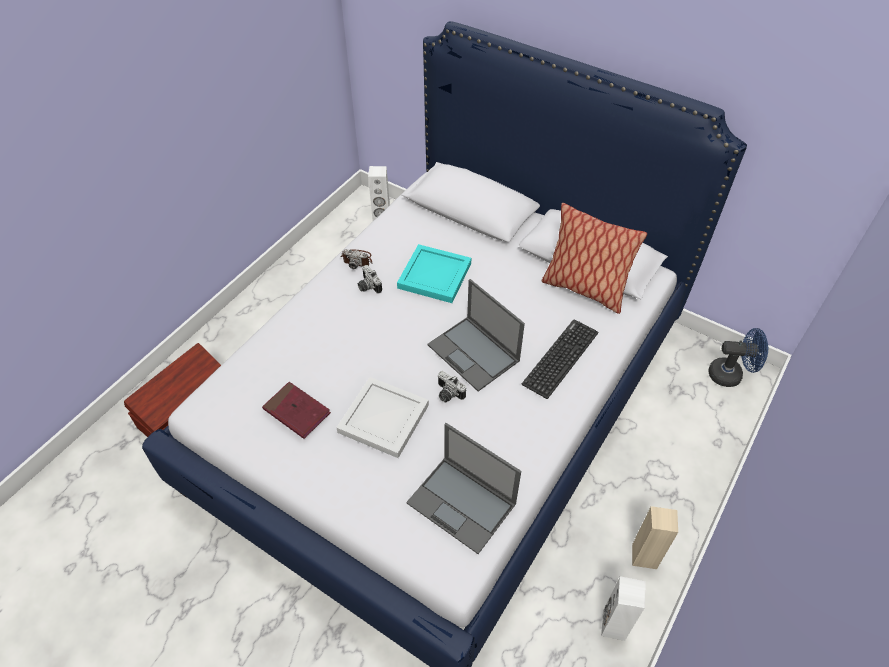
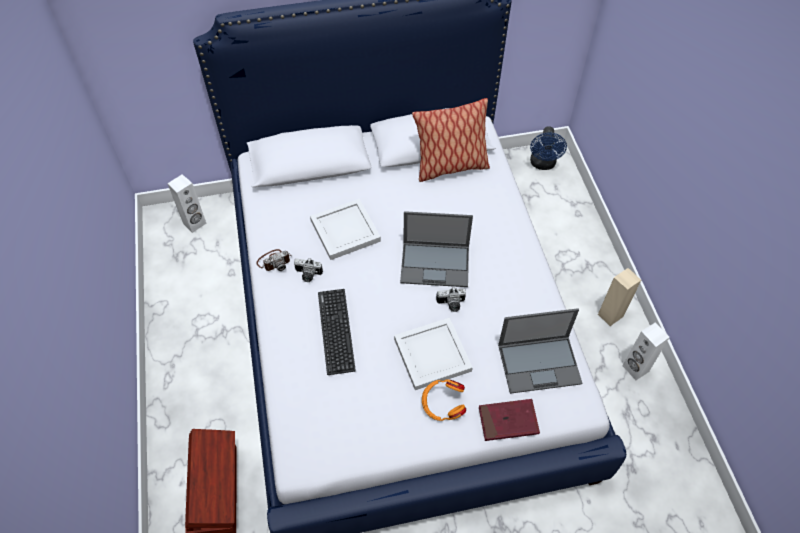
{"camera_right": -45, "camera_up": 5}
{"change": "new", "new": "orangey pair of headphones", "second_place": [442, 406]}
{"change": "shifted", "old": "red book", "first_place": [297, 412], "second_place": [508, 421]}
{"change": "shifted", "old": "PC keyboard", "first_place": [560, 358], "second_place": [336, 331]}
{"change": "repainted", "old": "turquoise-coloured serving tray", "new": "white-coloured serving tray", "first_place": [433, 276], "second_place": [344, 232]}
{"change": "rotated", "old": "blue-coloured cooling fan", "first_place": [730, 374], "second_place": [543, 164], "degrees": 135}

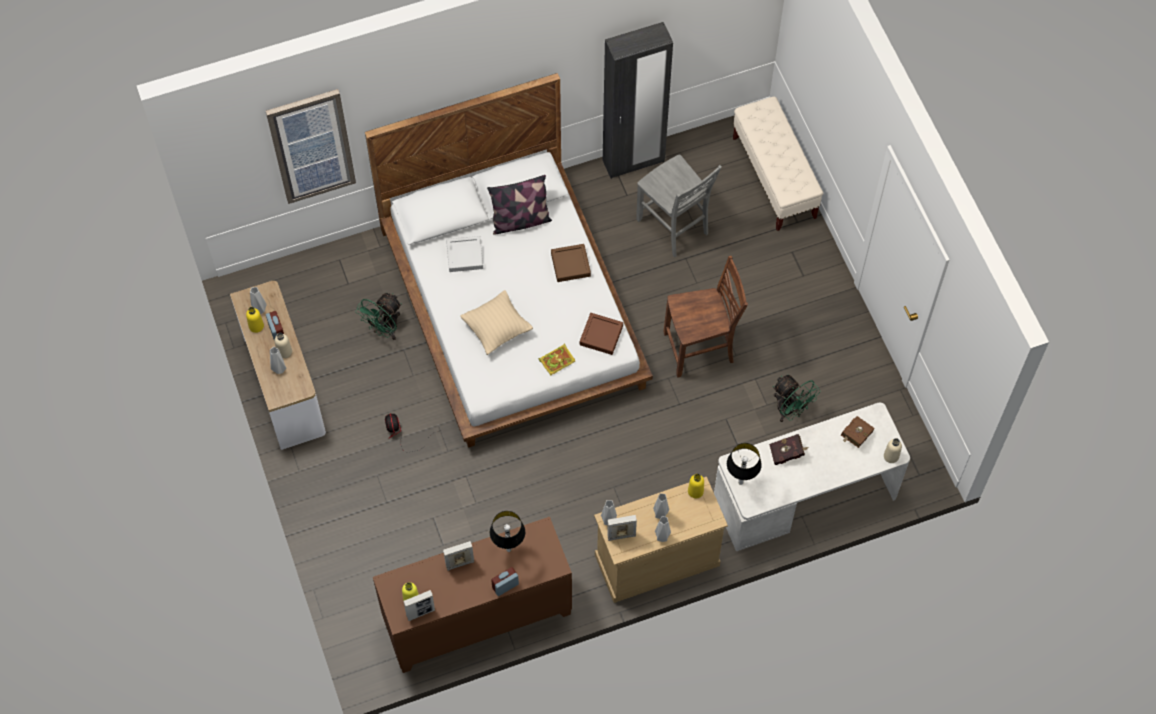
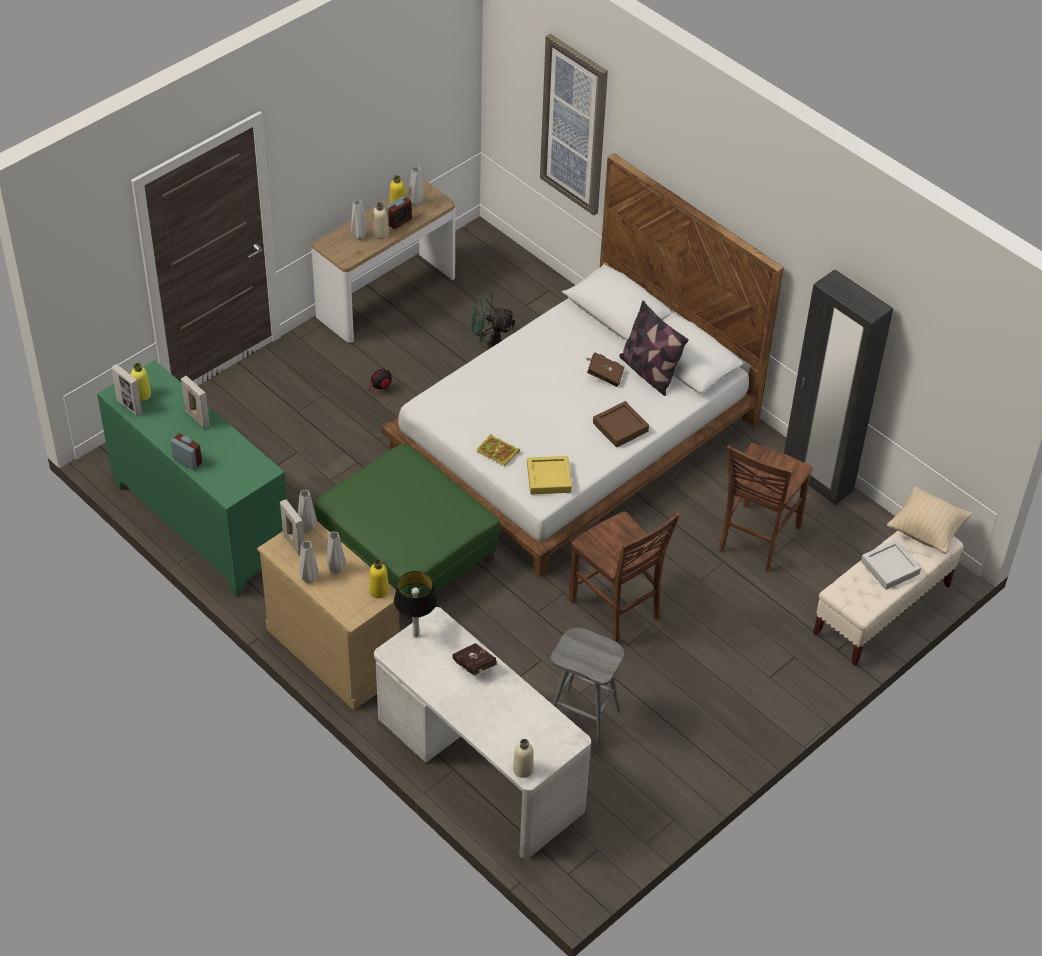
{"camera_right": 65, "camera_up": -15}
{"change": "gone", "old": "tabletop lamp", "first_place": [509, 549]}
{"change": "new", "new": "green-coloured pouffe", "second_place": [408, 552]}
{"change": "shifted", "old": "gray serving tray", "first_place": [464, 256], "second_place": [890, 567]}
{"change": "shifted", "old": "beige-coloured throw pillow", "first_place": [497, 329], "second_place": [926, 531]}
{"change": "shifted", "old": "brownish book", "first_place": [855, 436], "second_place": [603, 376]}
{"change": "swapped", "old": "green-coloured cooling fan", "new": "gray stool", "first_place": [790, 410], "second_place": [584, 717]}
{"change": "repainted", "old": "brownish cupboard", "new": "green-coloured cupboard", "first_place": [477, 617], "second_place": [200, 522]}
{"change": "repainted", "old": "brownish serving tray", "new": "yellow serving tray", "first_place": [601, 335], "second_place": [549, 478]}
{"change": "repainted", "old": "gray plain chair", "new": "brownish plain chair", "first_place": [674, 227], "second_place": [756, 539]}

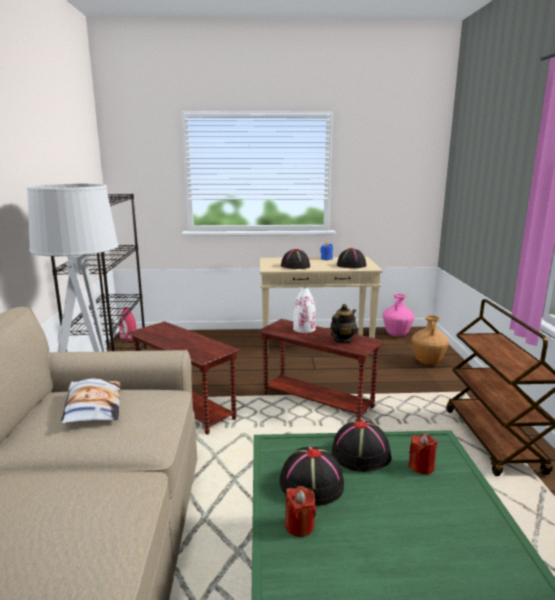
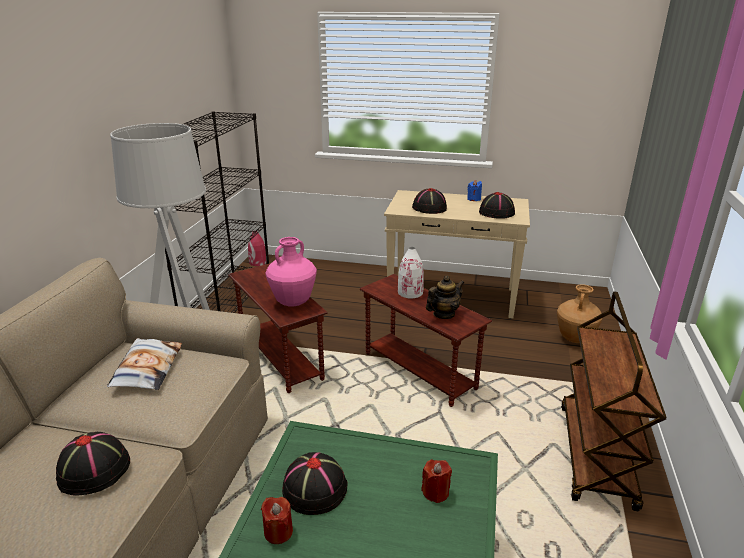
{"camera_right": 15, "camera_up": 10}
{"change": "shifted", "old": "black-coloured hat", "first_place": [361, 454], "second_place": [95, 470]}
{"change": "shifted", "old": "pinkish decorative vase", "first_place": [396, 335], "second_place": [293, 302]}

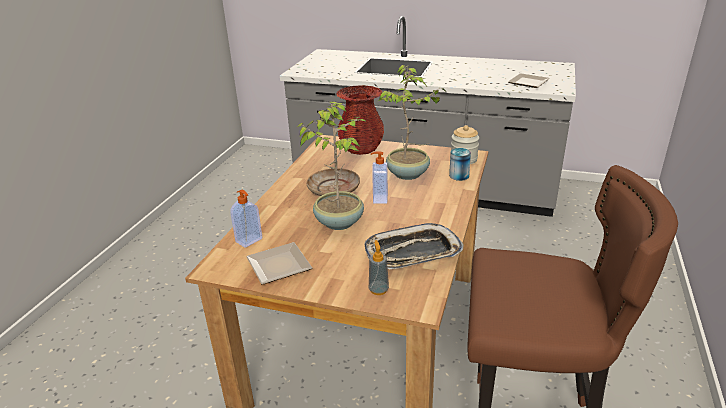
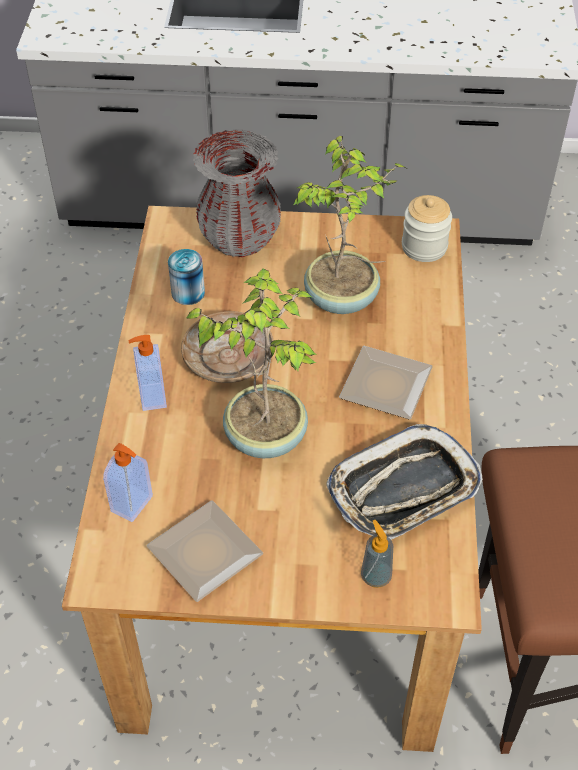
{"camera_right": -15, "camera_up": 20}
{"change": "shifted", "old": "soap bottle", "first_place": [379, 198], "second_place": [151, 397]}
{"change": "shifted", "old": "can", "first_place": [459, 176], "second_place": [188, 293]}
{"change": "shifted", "old": "plate", "first_place": [527, 82], "second_place": [384, 383]}
{"change": "repainted", "old": "red decorative vase", "new": "gray decorative vase", "first_place": [361, 149], "second_place": [240, 240]}

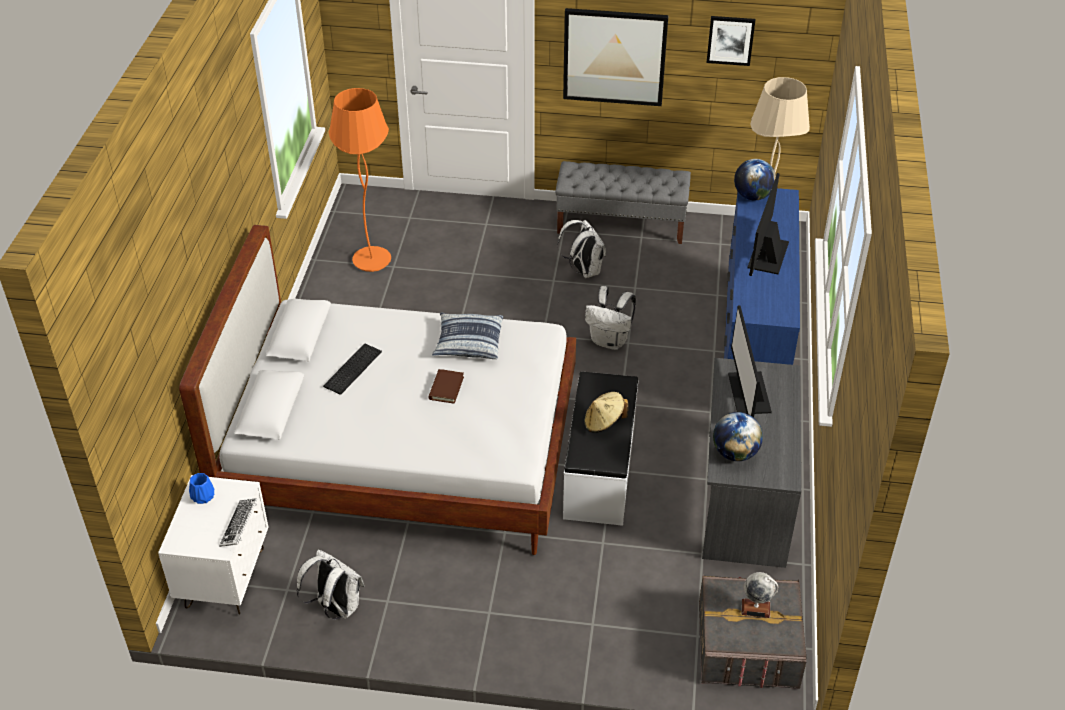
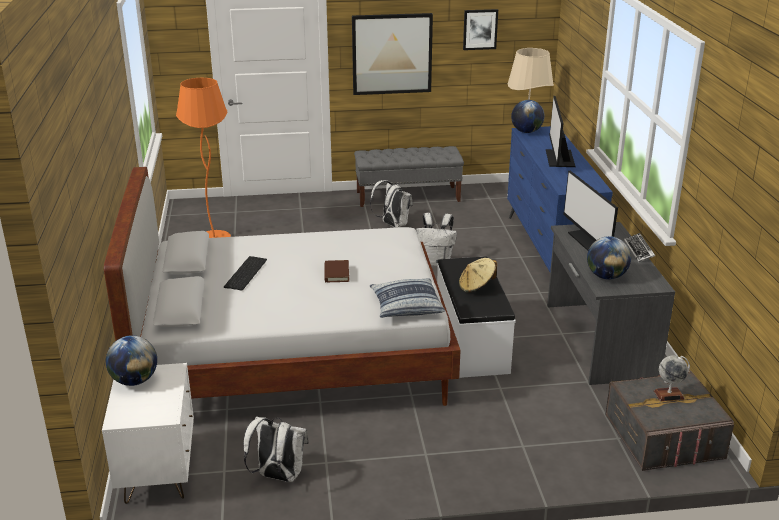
{"camera_right": -15, "camera_up": -15}
{"change": "shifted", "old": "PC keyboard", "first_place": [239, 525], "second_place": [639, 250]}
{"change": "shifted", "old": "throw pillow", "first_place": [468, 342], "second_place": [406, 306]}
{"change": "swapped", "old": "blue-coloured decorative vase", "new": "world globe", "first_place": [203, 496], "second_place": [134, 381]}

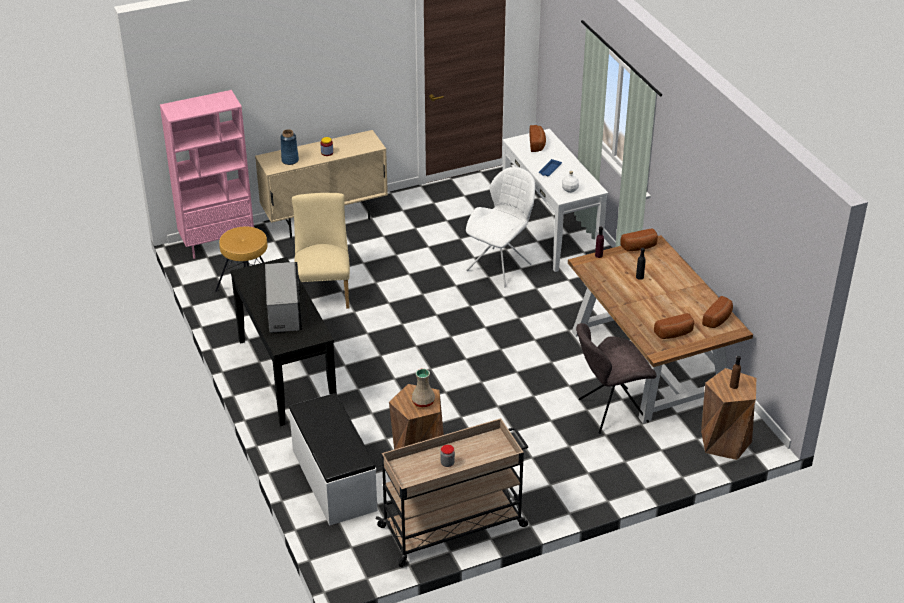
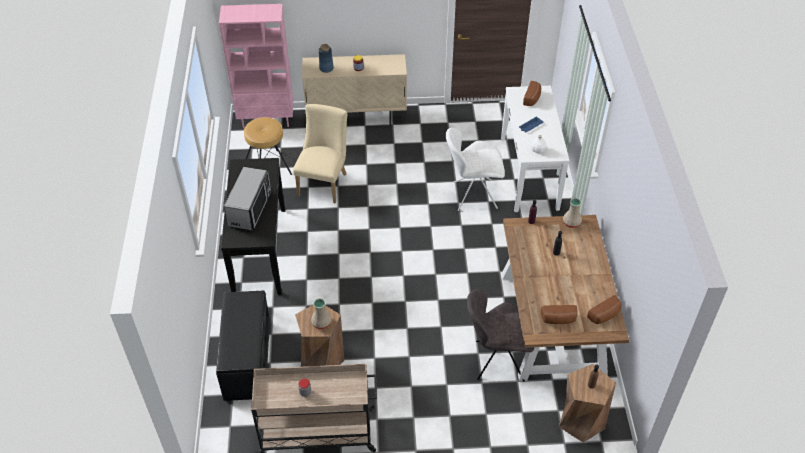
{"camera_right": 20, "camera_up": 10}
{"change": "swapped", "old": "bread", "new": "beige-coloured decorative vase", "first_place": [640, 247], "second_place": [571, 222]}
{"change": "repainted", "old": "white-coloured indoor bench", "new": "black-coloured indoor bench", "first_place": [333, 480], "second_place": [246, 359]}
{"change": "rotated", "old": "white-coloured plain chair", "first_place": [500, 266], "second_place": [472, 195], "degrees": -150}

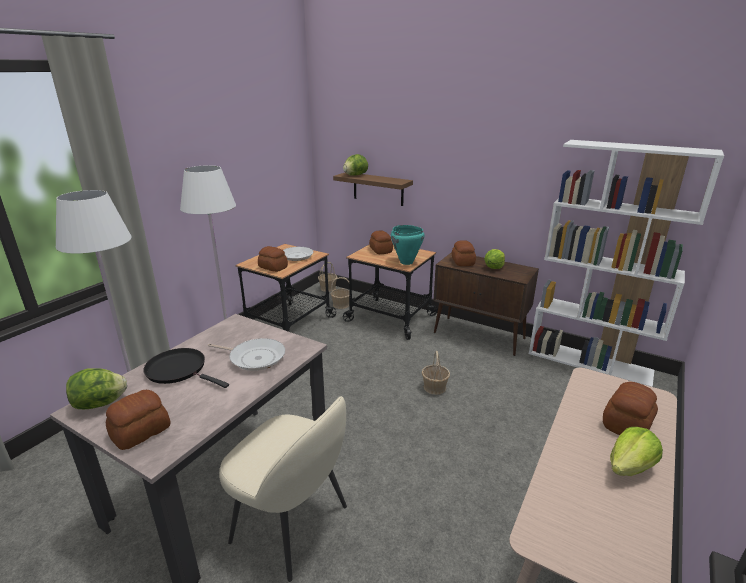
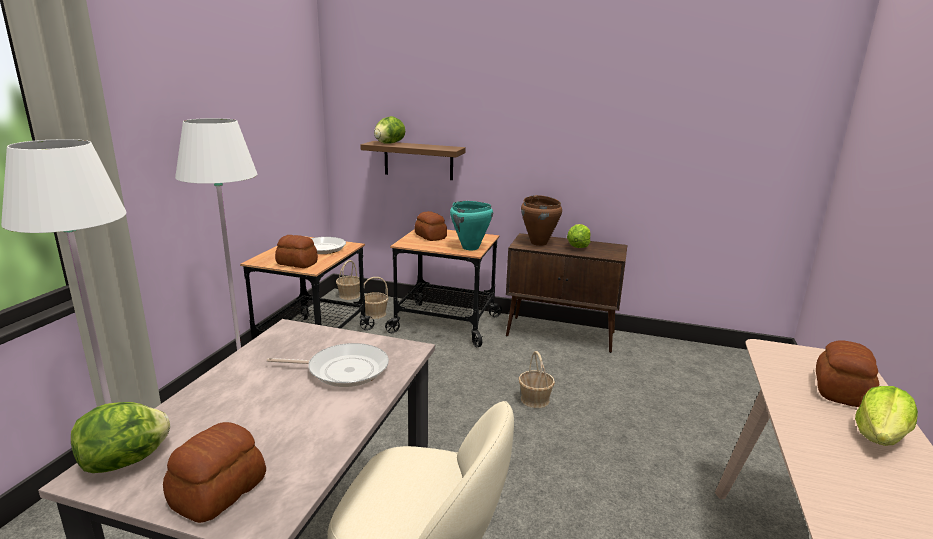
{"camera_right": -15, "camera_up": -5}
{"change": "gone", "old": "black-coloured pan", "first_place": [179, 370]}
{"change": "gone", "old": "white-coloured shelving unit", "first_place": [590, 362]}
{"change": "swapped", "old": "bread", "new": "brownish stockpot", "first_place": [463, 261], "second_place": [539, 243]}

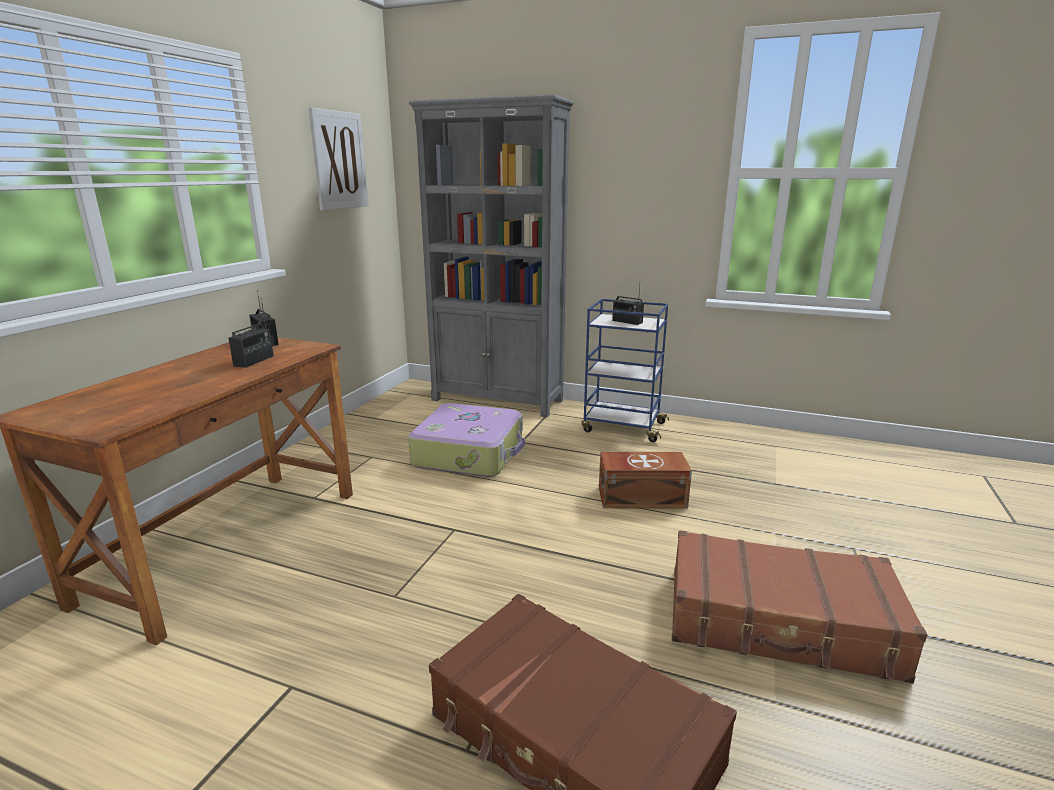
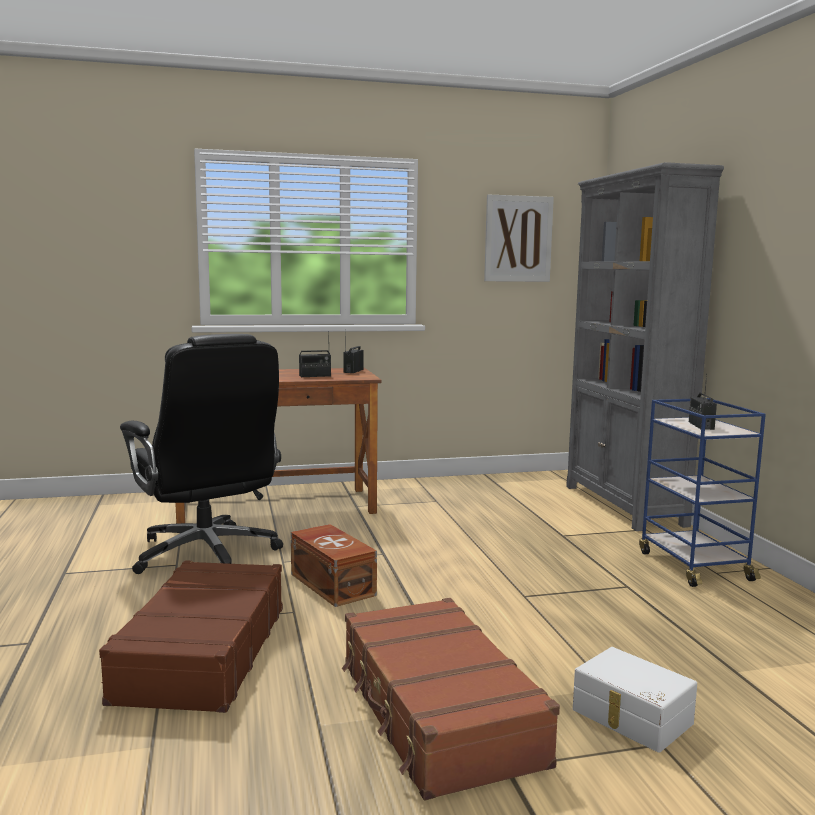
{"camera_right": 55, "camera_up": -10}
{"change": "gone", "old": "piece of luggage", "first_place": [470, 453]}
{"change": "new", "new": "black-coloured desk chair", "second_place": [207, 554]}
{"change": "new", "new": "white-coloured storage bin", "second_place": [631, 717]}
{"change": "shifted", "old": "brownish storage bin", "first_place": [640, 497], "second_place": [333, 584]}

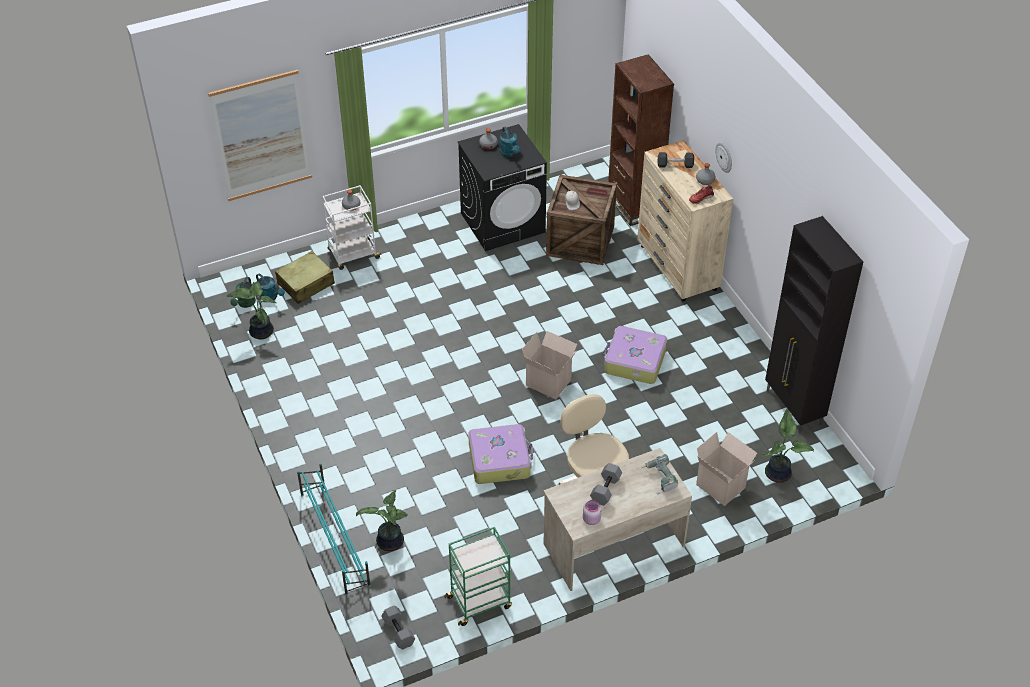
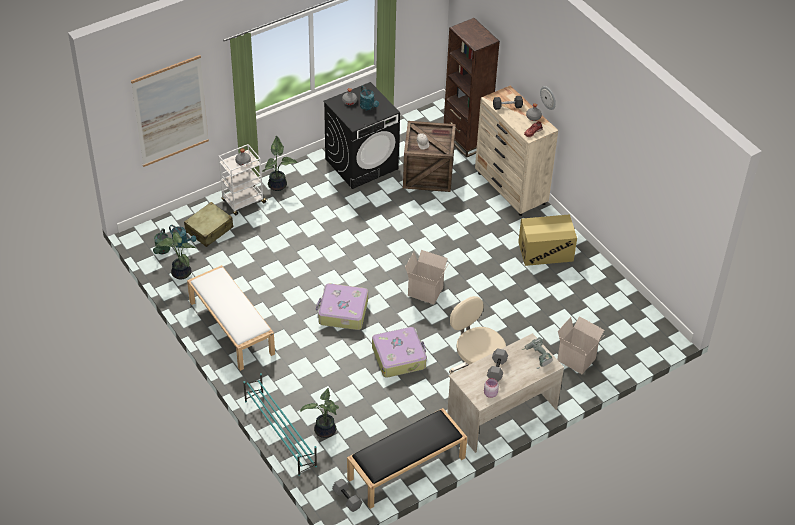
{"camera_right": -10, "camera_up": 0}
{"change": "gone", "old": "black-coloured cupboard", "first_place": [793, 408]}
{"change": "new", "new": "white-coloured indoor bench", "second_place": [231, 327]}
{"change": "new", "new": "packing box", "second_place": [546, 251]}
{"change": "shifted", "old": "piece of luggage", "first_place": [634, 361], "second_place": [342, 312]}
{"change": "shifted", "old": "plant in a pot", "first_place": [779, 473], "second_place": [278, 185]}
{"change": "swapped", "old": "green-coloured cart", "new": "black-coloured indoor bench", "first_place": [480, 602], "second_place": [406, 469]}

